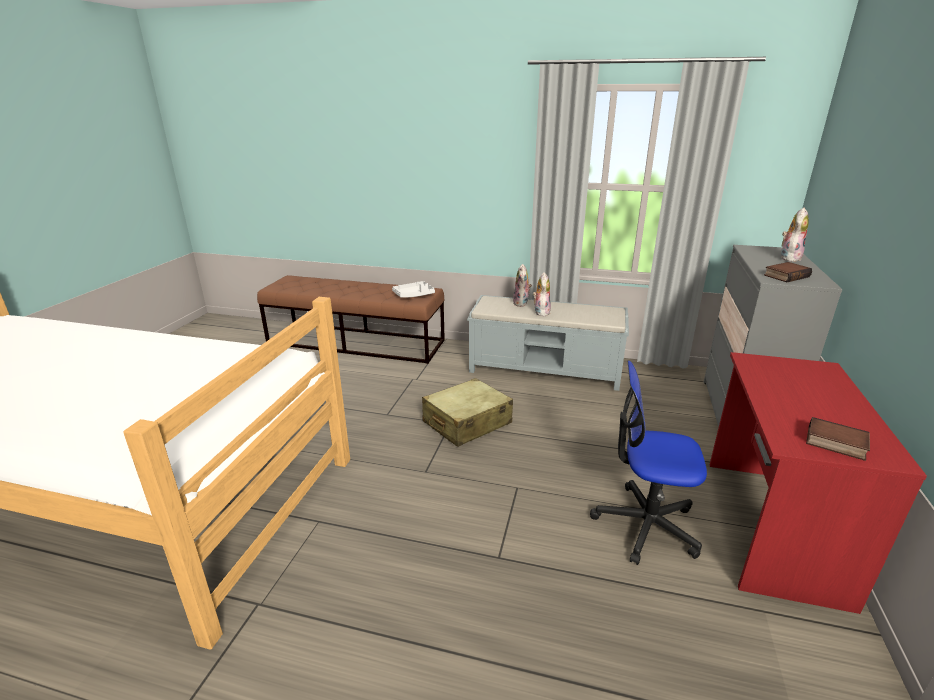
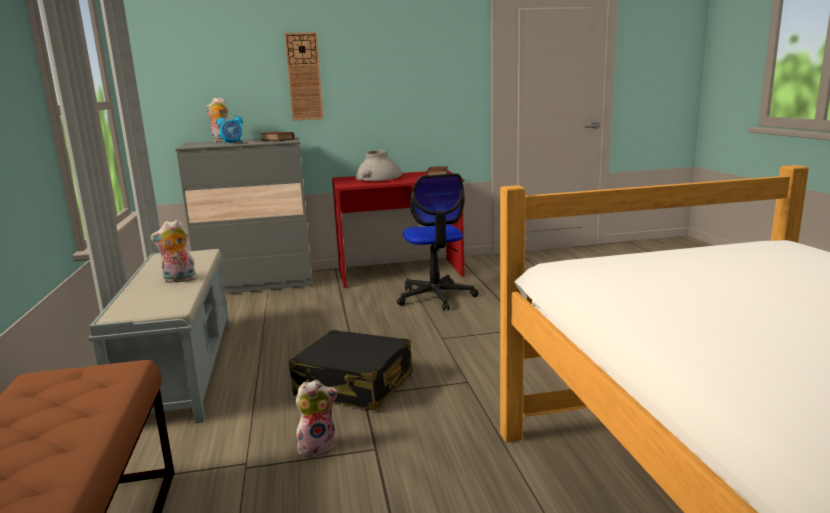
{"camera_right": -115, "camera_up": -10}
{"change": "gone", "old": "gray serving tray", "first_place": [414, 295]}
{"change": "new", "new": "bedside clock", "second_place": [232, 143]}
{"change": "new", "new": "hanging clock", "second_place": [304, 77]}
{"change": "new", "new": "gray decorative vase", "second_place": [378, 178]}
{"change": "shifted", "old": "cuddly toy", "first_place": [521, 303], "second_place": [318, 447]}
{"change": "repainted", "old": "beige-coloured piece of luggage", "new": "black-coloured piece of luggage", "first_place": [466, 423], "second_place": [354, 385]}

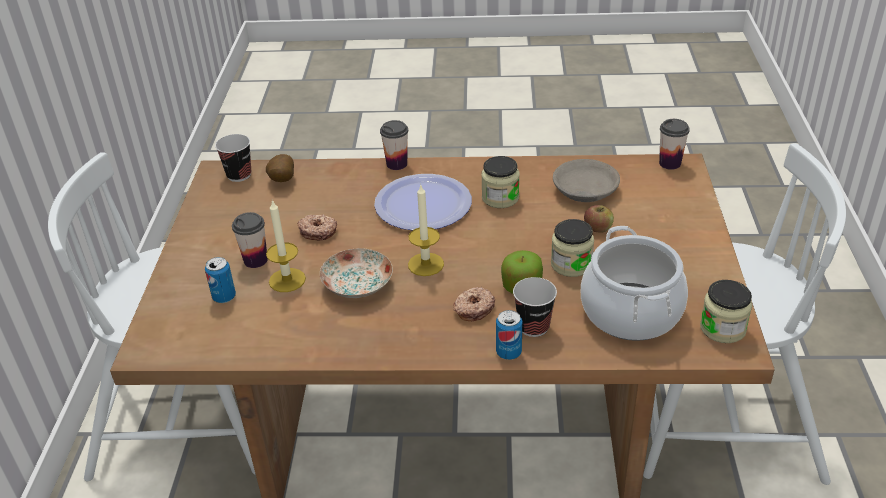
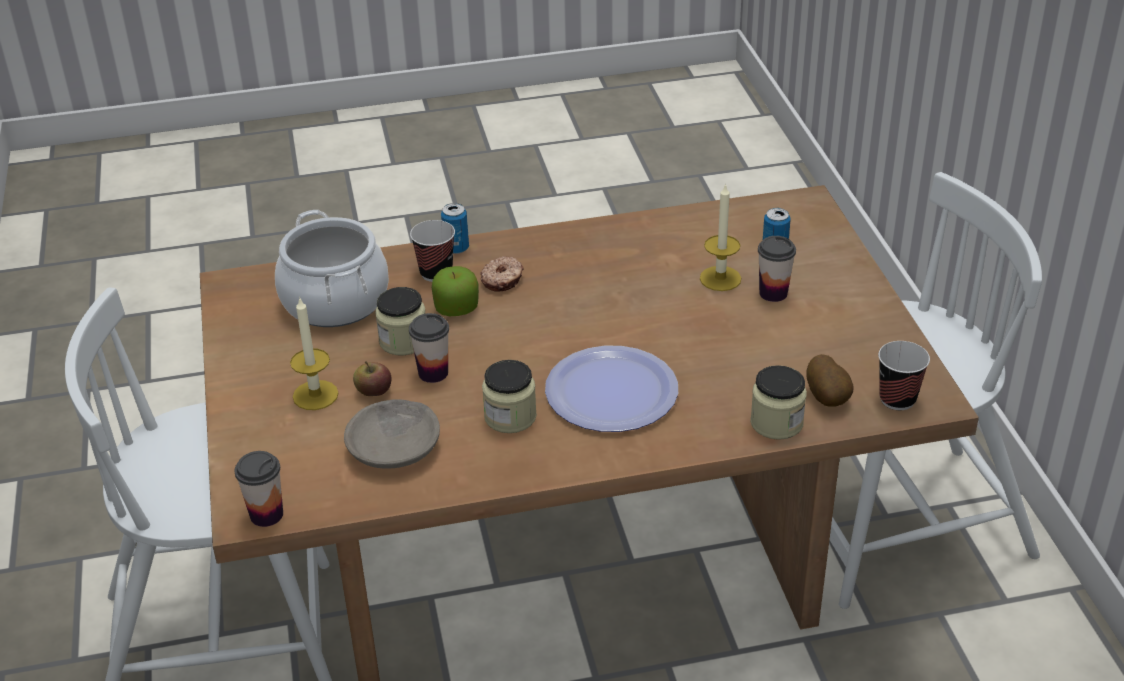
{"camera_right": 165, "camera_up": 0}
{"change": "gone", "old": "ring doughnut", "first_place": [318, 231]}
{"change": "gone", "old": "plate", "first_place": [356, 285]}
{"change": "shifted", "old": "small cup", "first_place": [397, 164], "second_place": [433, 373]}
{"change": "shifted", "old": "candle", "first_place": [425, 264], "second_place": [315, 395]}
{"change": "shifted", "old": "storage jar", "first_place": [722, 328], "second_place": [776, 423]}

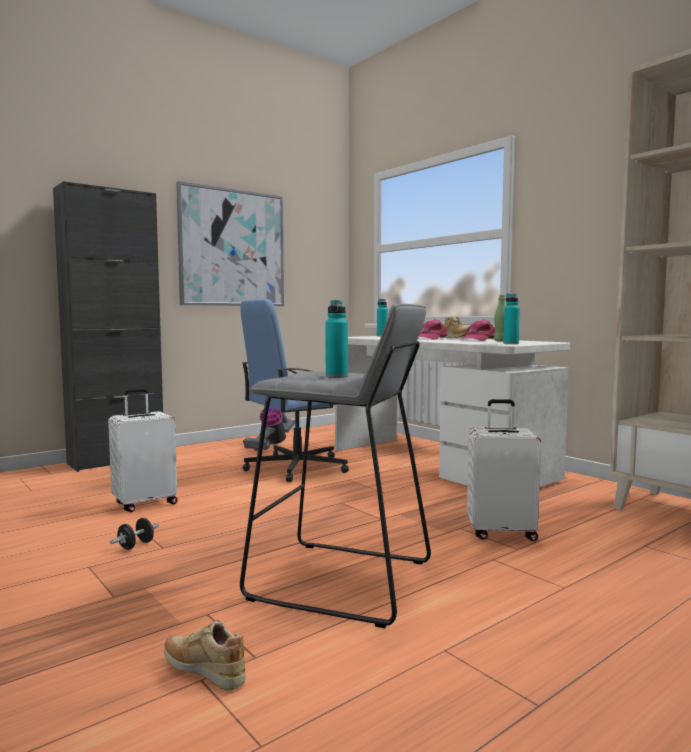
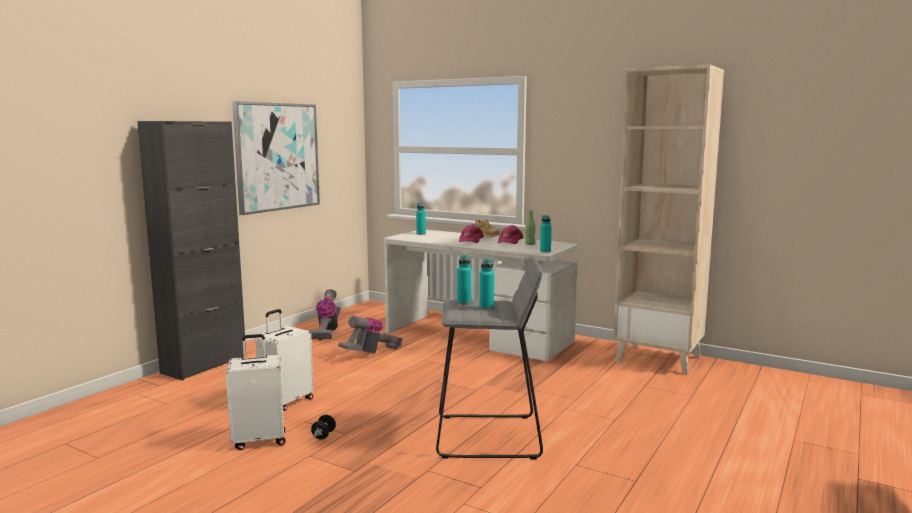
{"camera_right": -20, "camera_up": 5}
{"change": "gone", "old": "beige-coloured low shoe", "first_place": [204, 672]}
{"change": "new", "new": "turquoise-coloured beverage bottle", "second_place": [464, 302]}
{"change": "shifted", "old": "white-coloured piece of luggage", "first_place": [501, 532], "second_place": [259, 440]}
{"change": "swapped", "old": "blue-coloured desk chair", "new": "vacuum", "first_place": [295, 467], "second_place": [371, 353]}

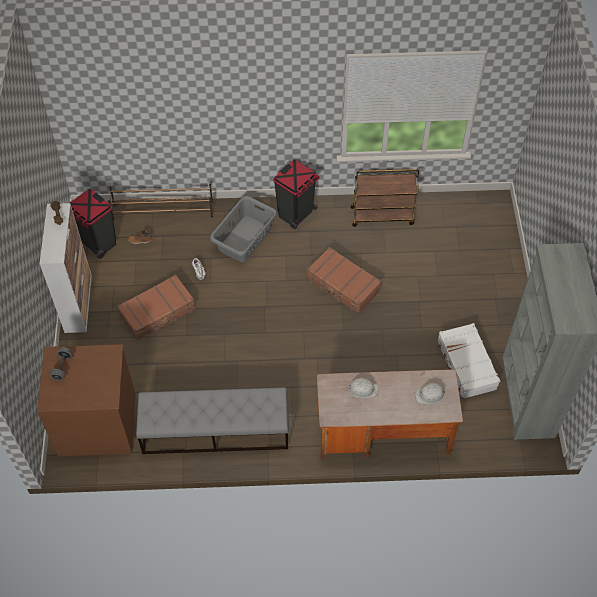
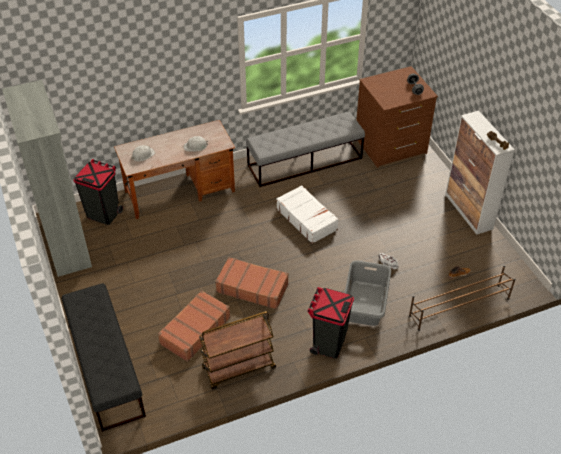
{"camera_right": 160, "camera_up": -10}
{"change": "new", "new": "black-coloured indoor bench", "second_place": [106, 366]}
{"change": "shifted", "old": "black-coloured waste bin", "first_place": [98, 243], "second_place": [103, 213]}
{"change": "shifted", "old": "brownish piece of luggage", "first_place": [158, 312], "second_place": [194, 330]}
{"change": "shifted", "old": "white-coloured piece of luggage", "first_place": [466, 365], "second_place": [307, 219]}

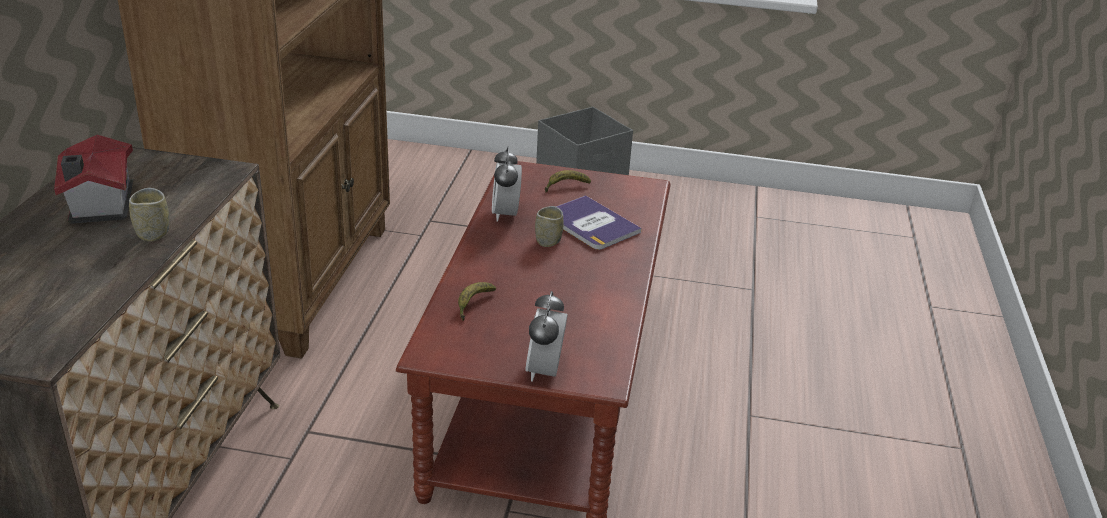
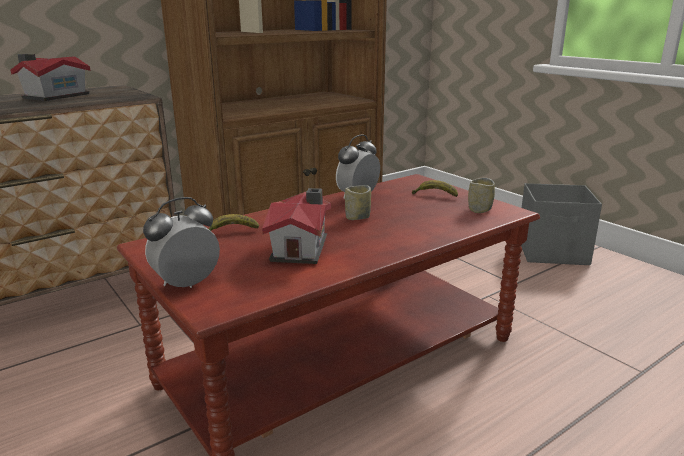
{"camera_right": 45, "camera_up": -10}
{"change": "gone", "old": "book", "first_place": [591, 224]}
{"change": "new", "new": "model house", "second_place": [302, 248]}
{"change": "shifted", "old": "small cup", "first_place": [153, 233], "second_place": [479, 210]}

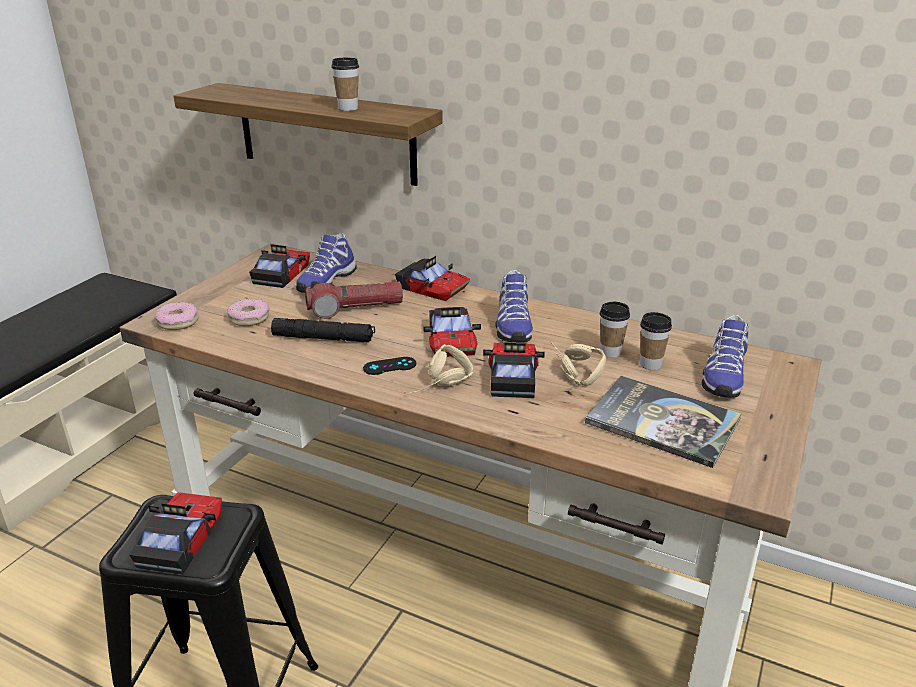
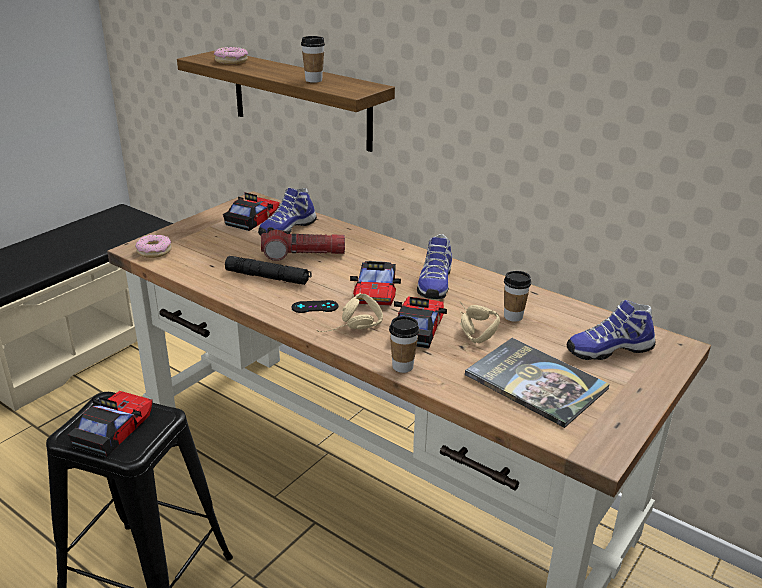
{"camera_right": 10, "camera_up": 0}
{"change": "gone", "old": "toy car", "first_place": [432, 288]}
{"change": "shifted", "old": "ring doughnut", "first_place": [249, 318], "second_place": [231, 61]}
{"change": "shifted", "old": "small cup", "first_place": [650, 364], "second_place": [402, 366]}
{"change": "rotated", "old": "low shoe", "first_place": [722, 376], "second_place": [608, 349], "degrees": 45}

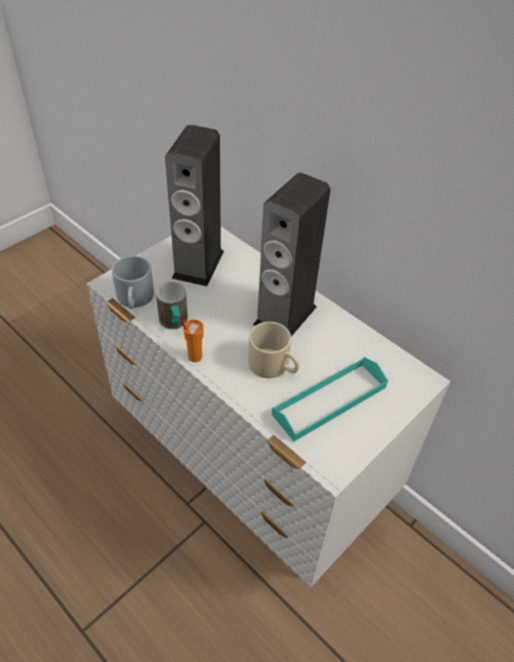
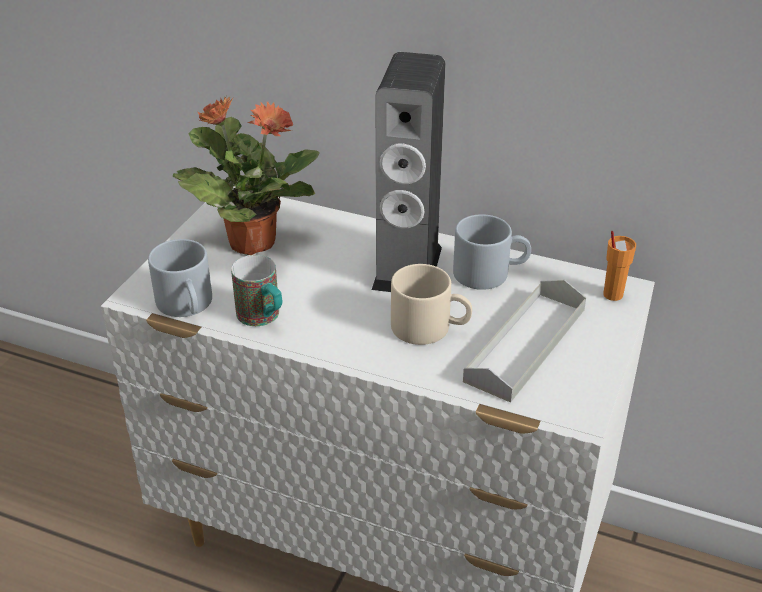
{"camera_right": -20, "camera_up": -10}
{"change": "new", "new": "gray mug", "second_place": [490, 272]}
{"change": "shifted", "old": "orangey small cup", "first_place": [194, 356], "second_place": [612, 294]}
{"change": "swapped", "old": "speaker", "new": "plant in a pot", "first_place": [198, 264], "second_place": [251, 241]}
{"change": "repainted", "old": "turquoise-coloured serving tray", "new": "gray serving tray", "first_place": [329, 401], "second_place": [526, 344]}

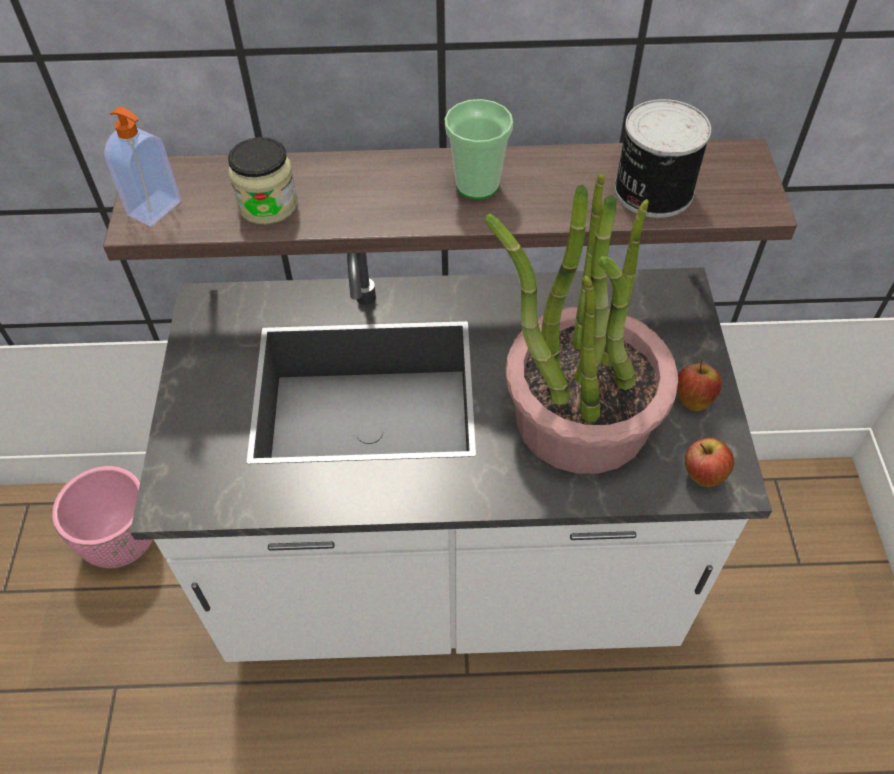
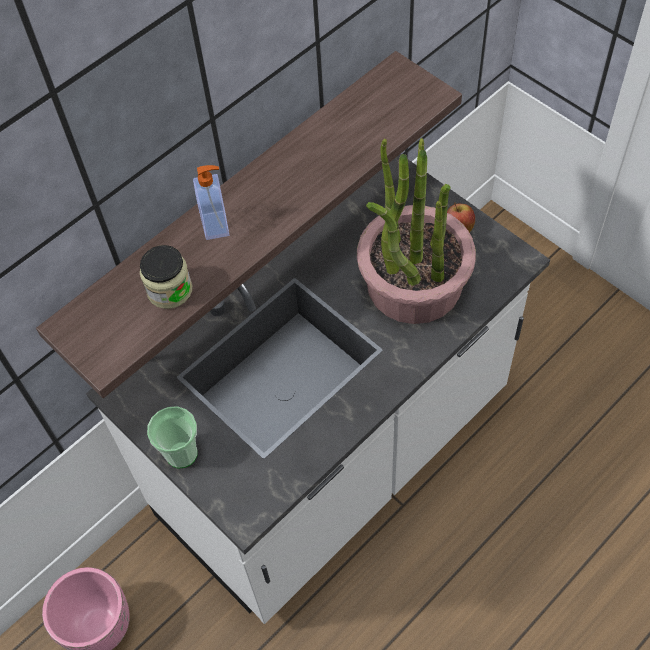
{"camera_right": -40, "camera_up": 5}
{"change": "gone", "old": "can", "first_place": [651, 190]}
{"change": "gone", "old": "apple fruit", "first_place": [703, 475]}
{"change": "shifted", "old": "soap bottle", "first_place": [156, 209], "second_place": [217, 225]}
{"change": "shifted", "old": "small cup", "first_place": [477, 185], "second_place": [181, 453]}

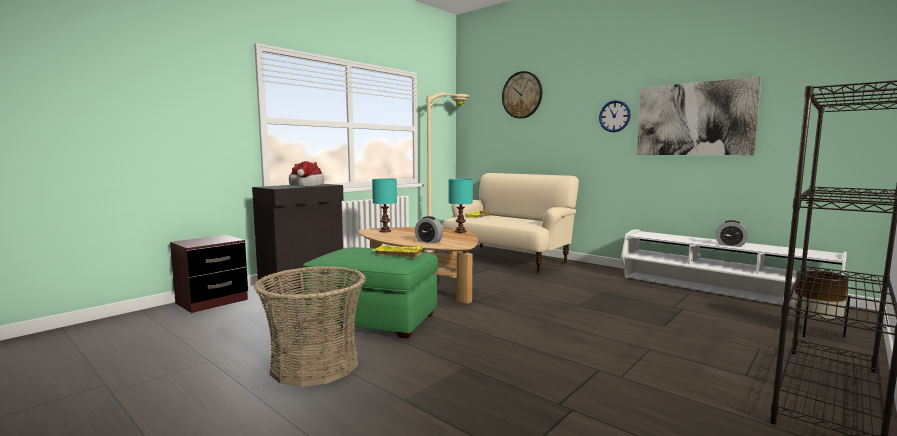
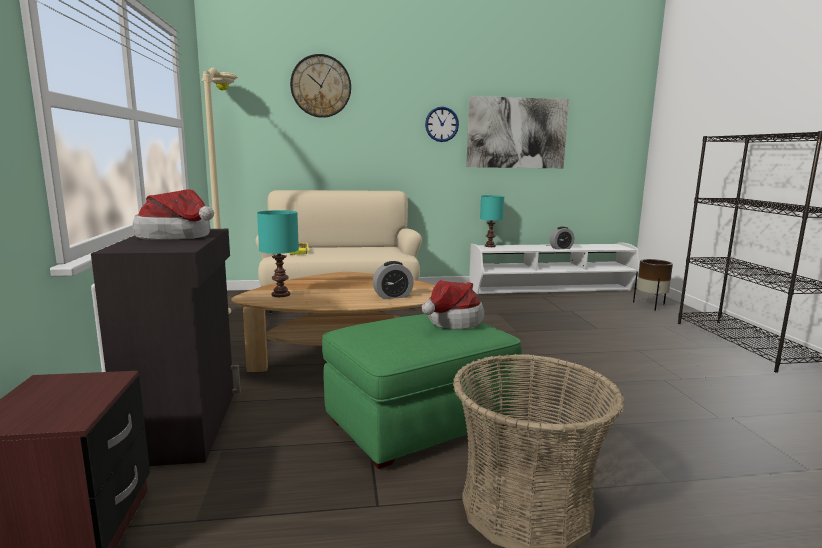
{"camera_right": -50, "camera_up": 5}
{"change": "shifted", "old": "turquoise-coloured tabletop lamp", "first_place": [460, 231], "second_place": [489, 246]}
{"change": "swapped", "old": "yellow serving tray", "new": "hat", "first_place": [397, 254], "second_place": [450, 321]}

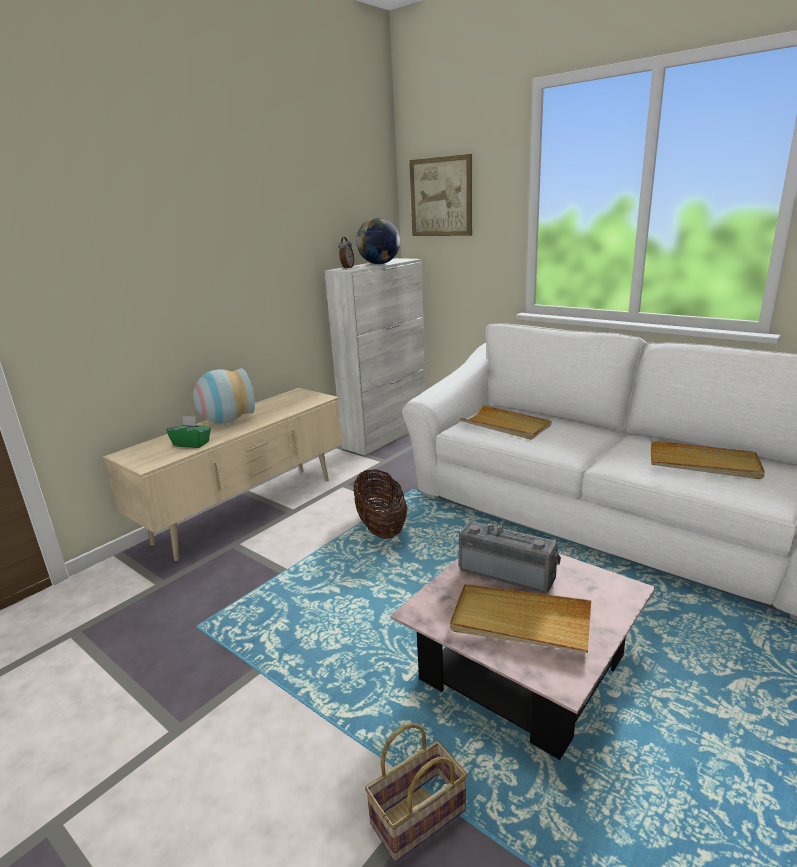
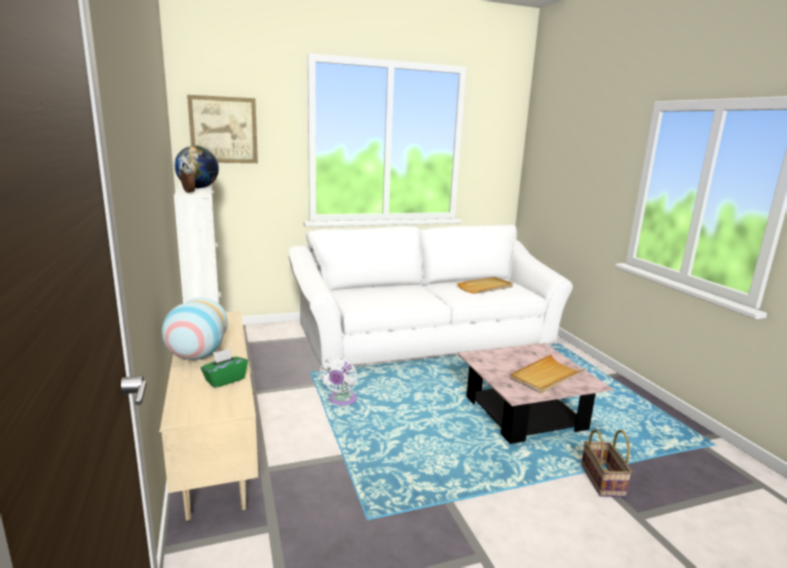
{"camera_right": -60, "camera_up": -5}
{"change": "gone", "old": "radio receiver", "first_place": [508, 572]}
{"change": "gone", "old": "beige-coloured serving tray", "first_place": [505, 425]}
{"change": "swapped", "old": "basket", "new": "white-coloured cooling fan", "first_place": [381, 528], "second_place": [341, 400]}

